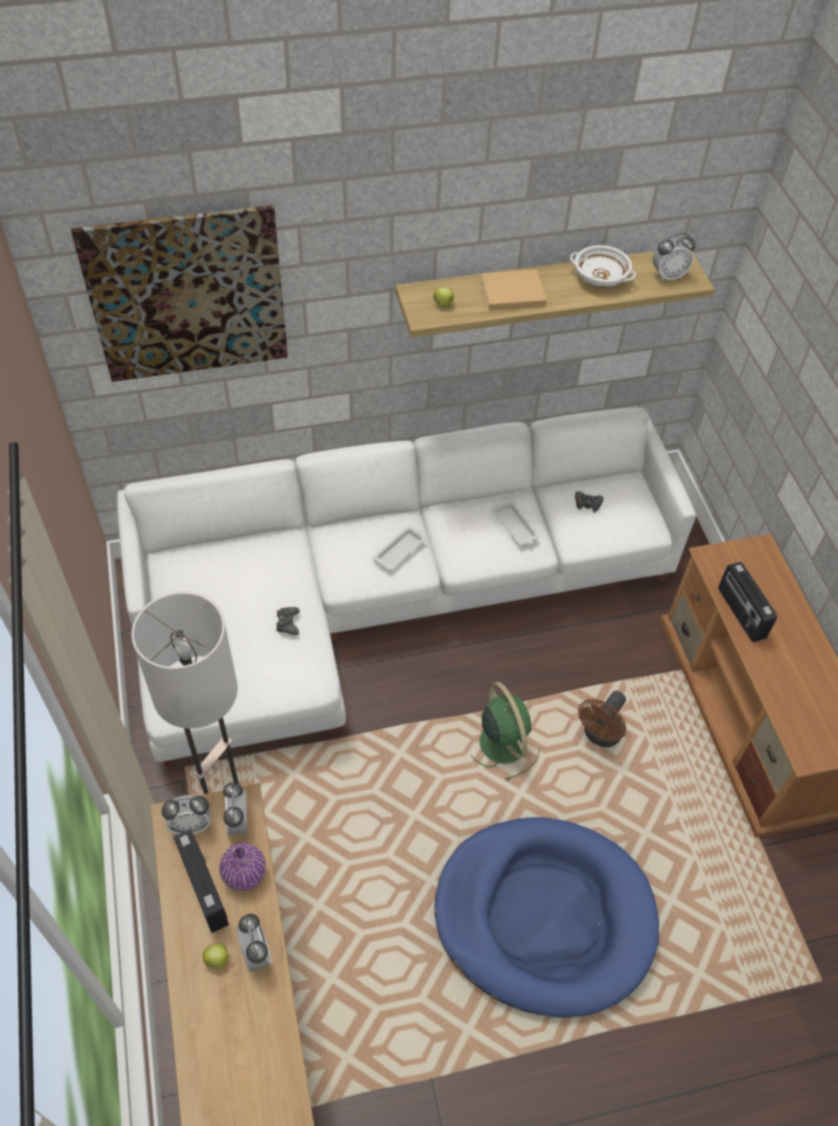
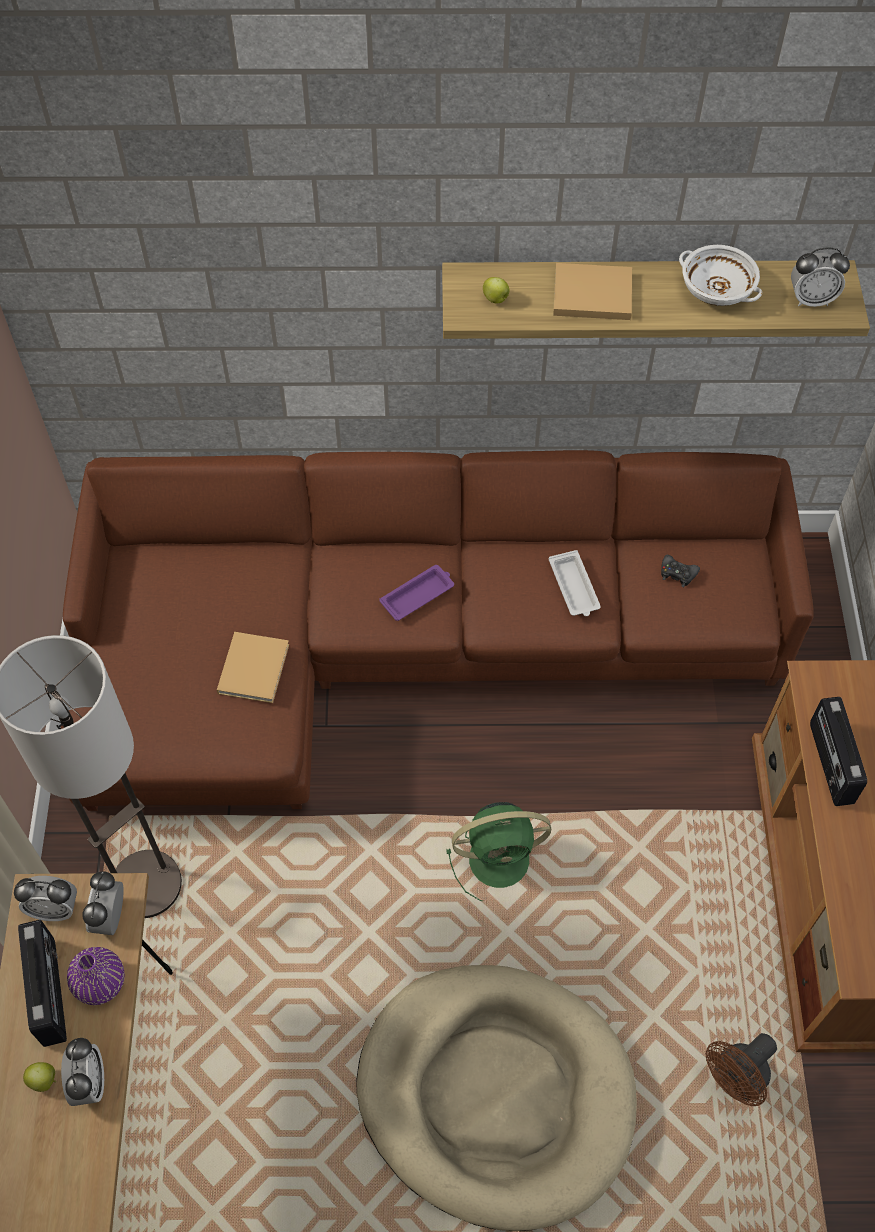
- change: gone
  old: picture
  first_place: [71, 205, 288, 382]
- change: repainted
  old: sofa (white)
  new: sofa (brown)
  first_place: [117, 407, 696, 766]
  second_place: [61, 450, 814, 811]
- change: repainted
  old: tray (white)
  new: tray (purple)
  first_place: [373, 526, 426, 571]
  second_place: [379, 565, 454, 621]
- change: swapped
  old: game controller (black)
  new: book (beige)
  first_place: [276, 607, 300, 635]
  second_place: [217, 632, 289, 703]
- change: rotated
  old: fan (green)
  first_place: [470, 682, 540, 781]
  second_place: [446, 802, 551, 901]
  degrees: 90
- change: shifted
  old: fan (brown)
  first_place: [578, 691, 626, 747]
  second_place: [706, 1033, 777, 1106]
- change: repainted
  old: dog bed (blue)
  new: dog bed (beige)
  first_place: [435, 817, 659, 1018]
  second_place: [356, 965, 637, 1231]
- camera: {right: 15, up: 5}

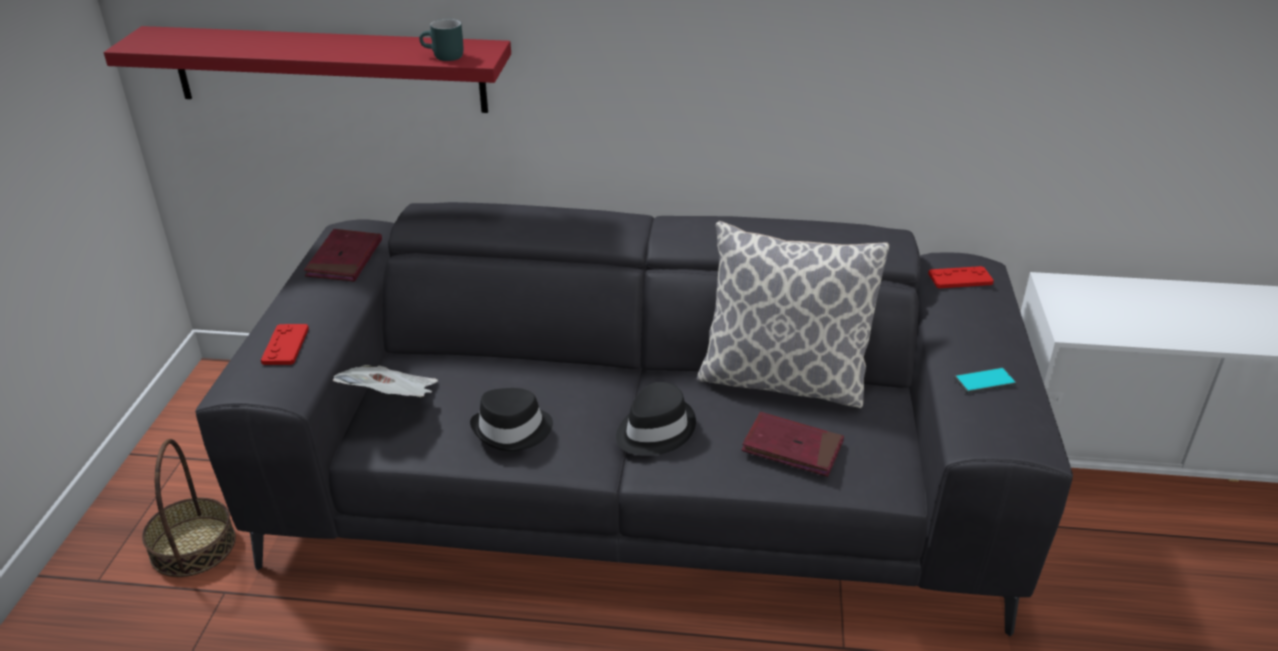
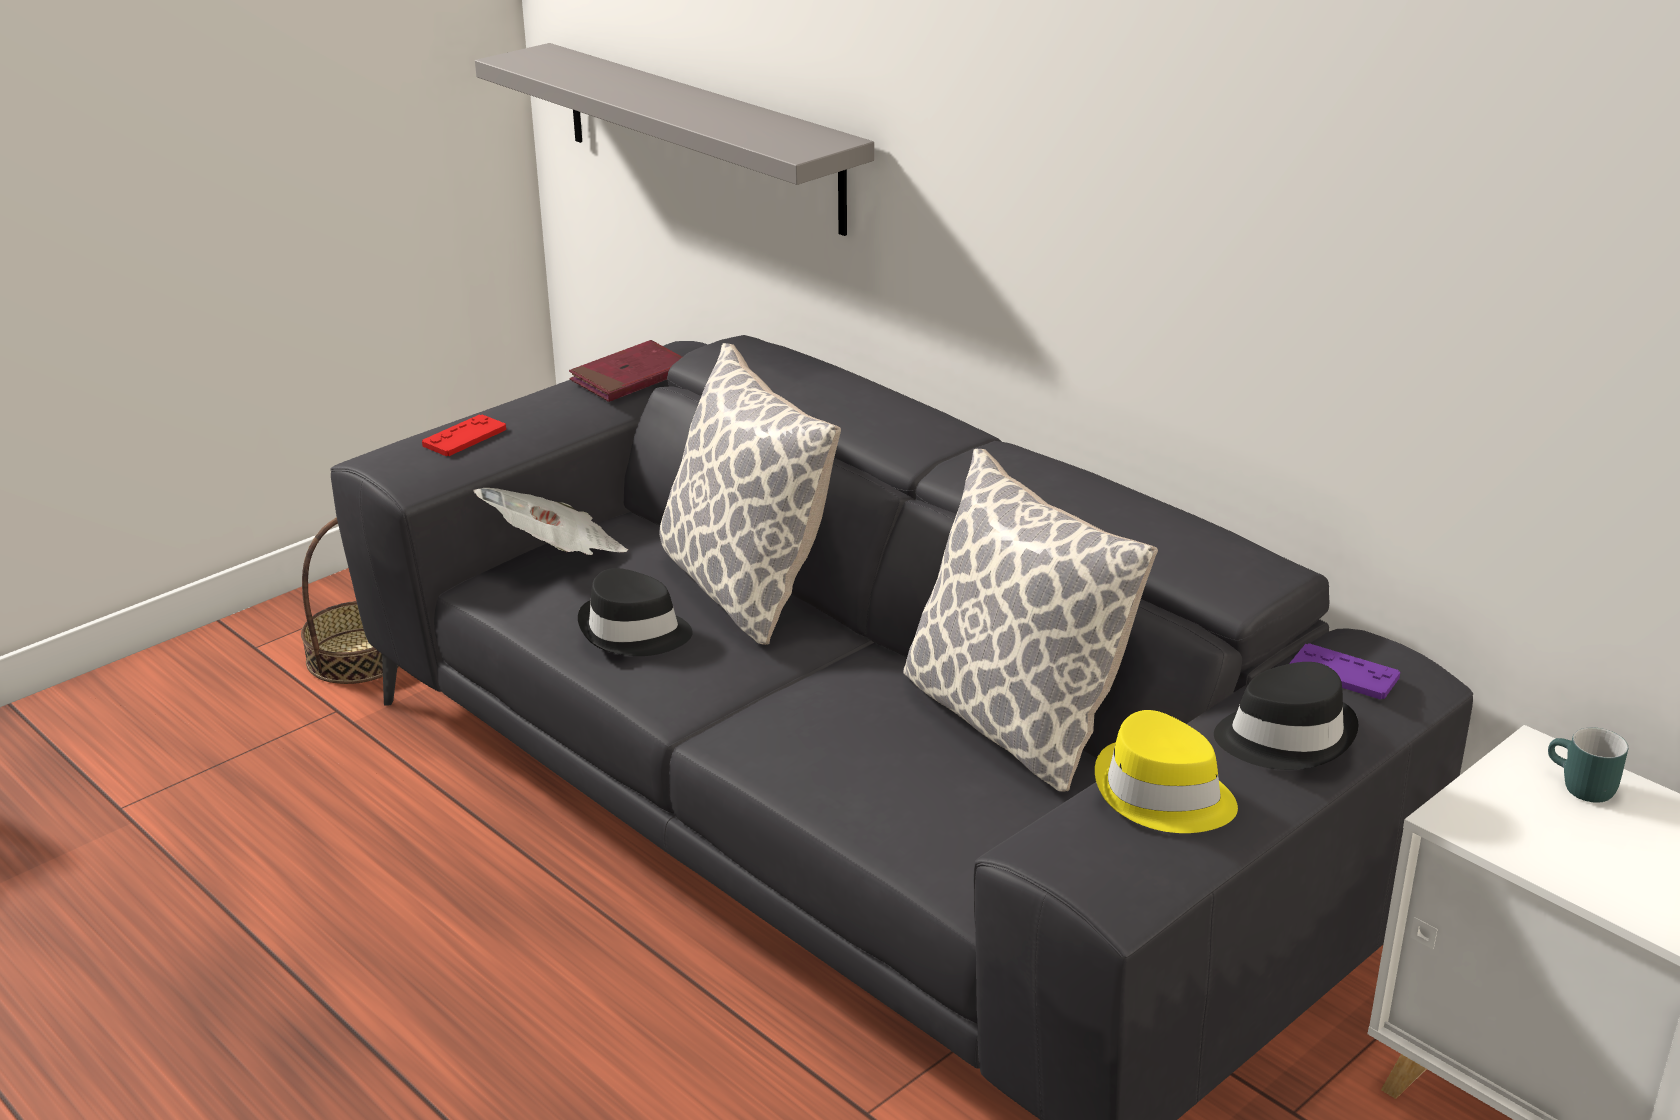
- change: shifted
  old: mug (turquoise)
  first_place: [419, 19, 463, 61]
  second_place: [1548, 727, 1628, 803]
- change: repainted
  old: shelf (red)
  new: shelf (grey)
  first_place: [104, 26, 511, 113]
  second_place: [475, 43, 874, 236]
- change: repainted
  old: game controller (red)
  new: game controller (purple)
  first_place: [928, 266, 994, 288]
  second_place: [1289, 643, 1400, 700]
- change: swapped
  old: phone
  new: hat (yellow)
  first_place: [954, 367, 1016, 393]
  second_place: [1095, 710, 1238, 833]
- change: shifted
  old: hat (black)
  first_place: [616, 382, 696, 456]
  second_place: [1214, 662, 1359, 770]
- change: gone
  old: book (red)
  first_place: [741, 412, 844, 477]
- change: new
  new: pillow
  second_place: [659, 343, 841, 645]
- camera: {right: 40, up: -5}

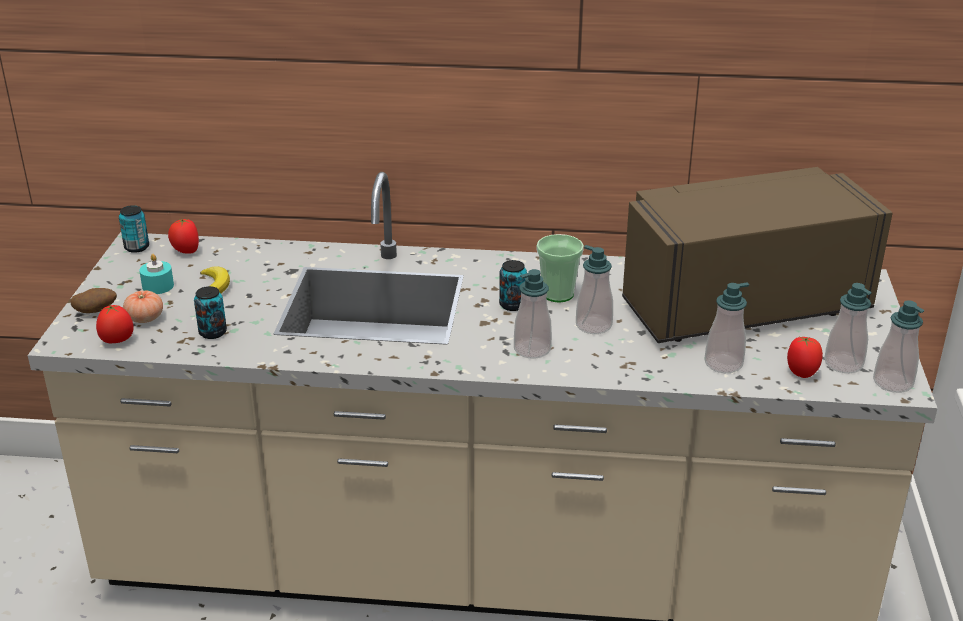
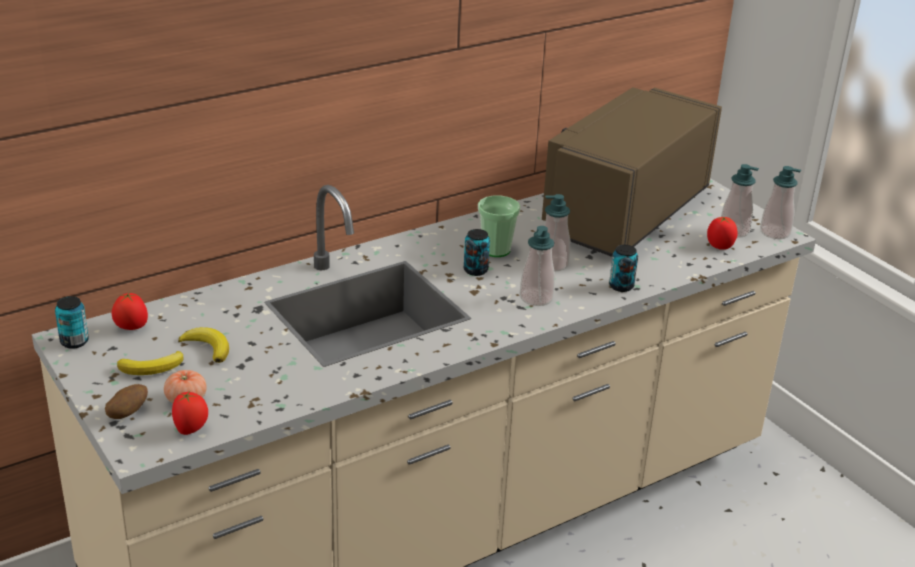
- change: swapped
  old: candle (turquoise)
  new: banana
  first_place: [139, 254, 174, 294]
  second_place: [117, 351, 183, 375]
- change: gone
  old: soap dispenser
  first_place: [704, 283, 749, 373]
- change: shifted
  old: can
  first_place: [194, 286, 227, 339]
  second_place: [609, 245, 638, 292]
- camera: {right: -40, up: 0}

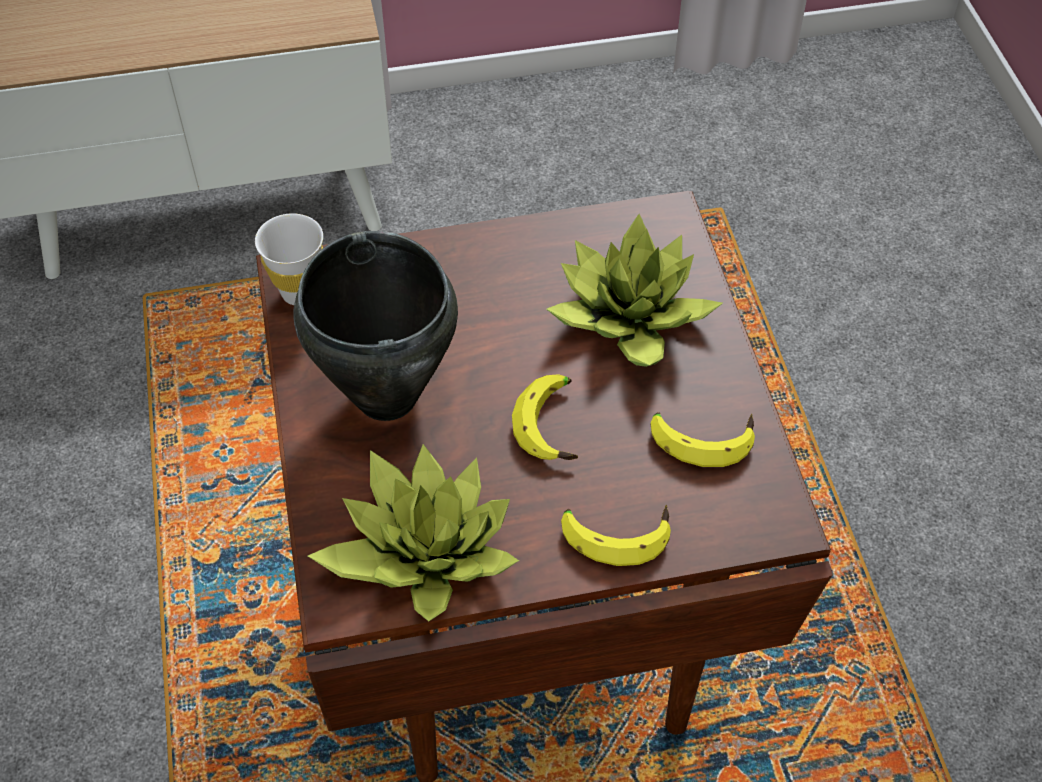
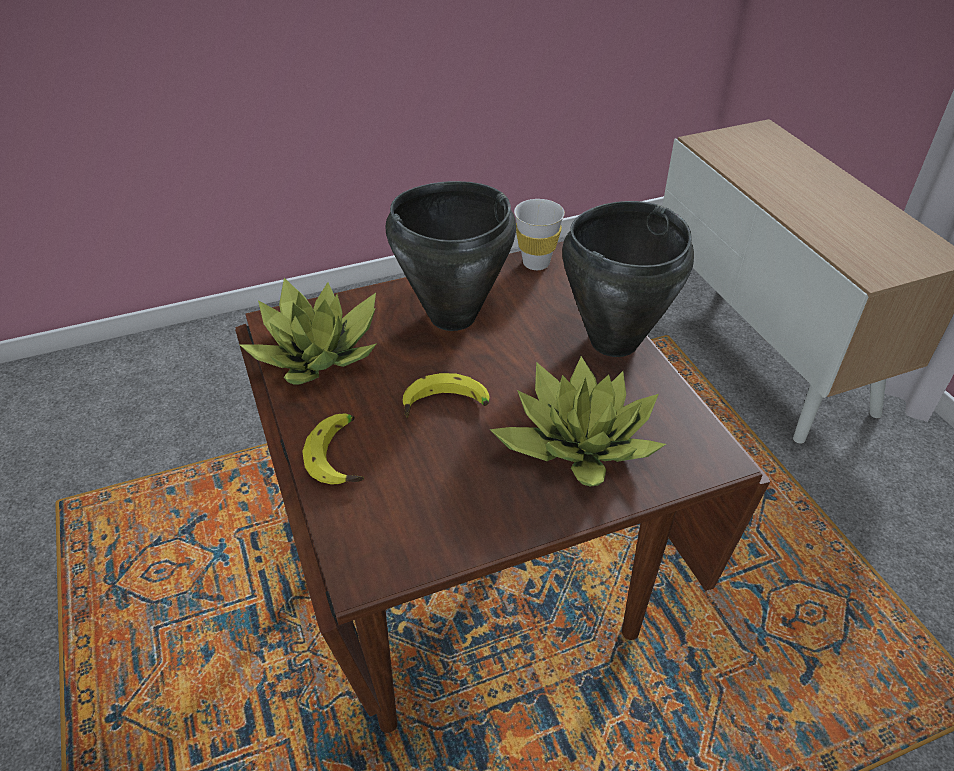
- change: gone
  old: banana
  first_place: [651, 412, 755, 467]
- change: new
  new: cooking pot (black)
  second_place: [562, 201, 694, 357]
- camera: {right: 80, up: -10}

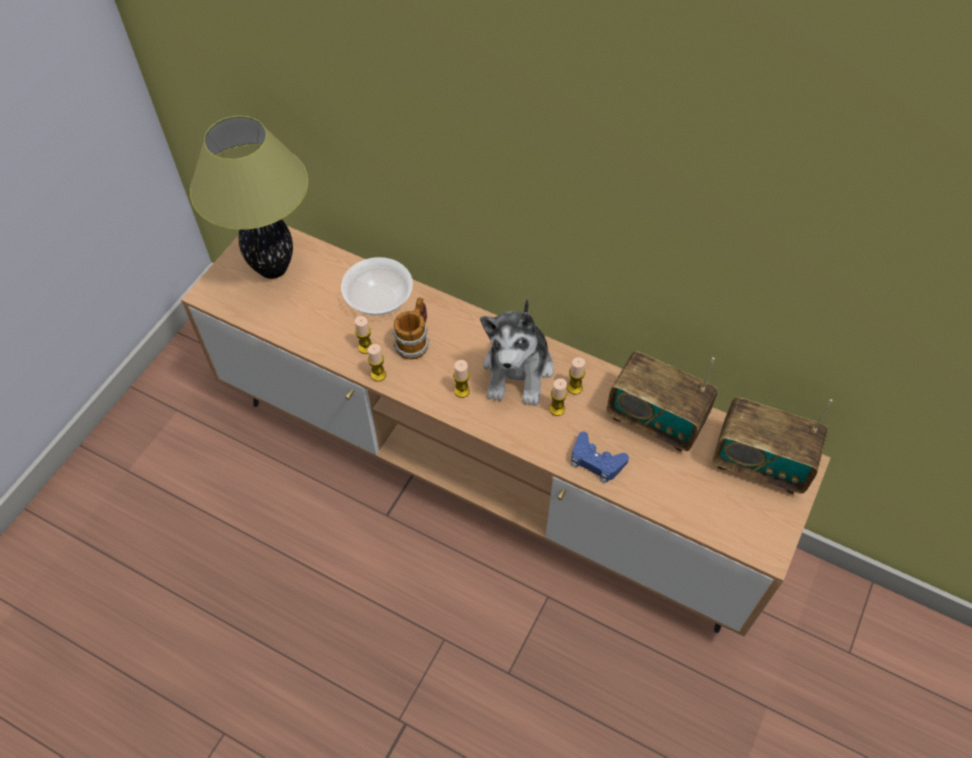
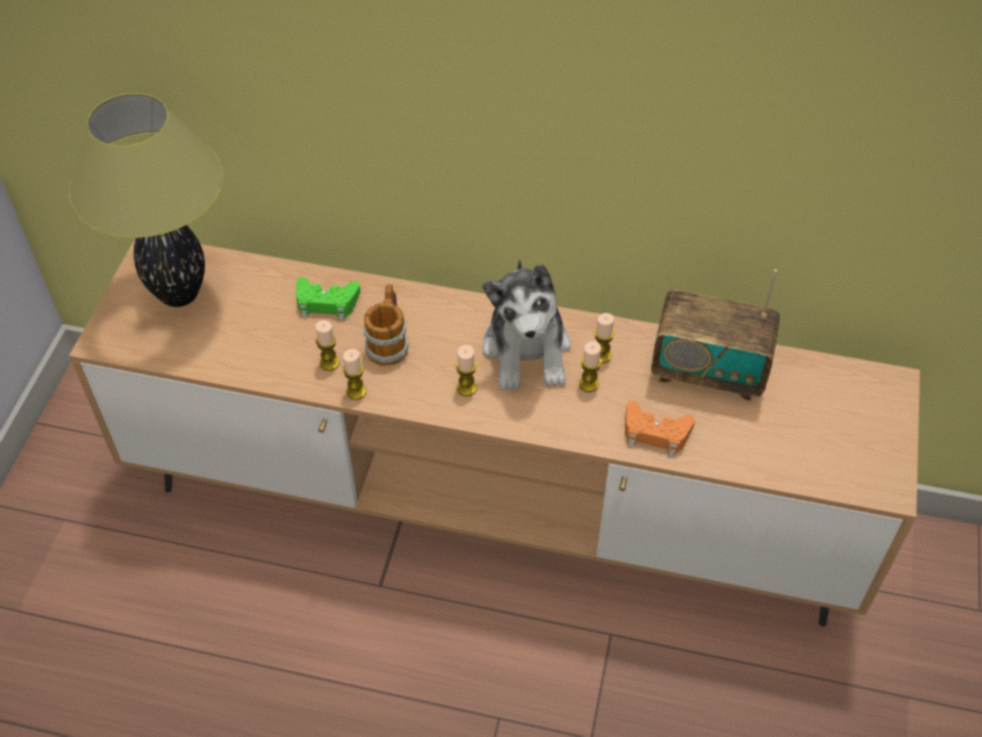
- change: swapped
  old: bowl
  new: game controller (green)
  first_place: [341, 257, 413, 316]
  second_place: [296, 277, 361, 320]
- change: gone
  old: radio
  first_place: [713, 397, 833, 494]
- change: repainted
  old: game controller (blue)
  new: game controller (orange)
  first_place: [571, 432, 629, 484]
  second_place: [625, 401, 695, 456]
- camera: {right: -15, up: -5}

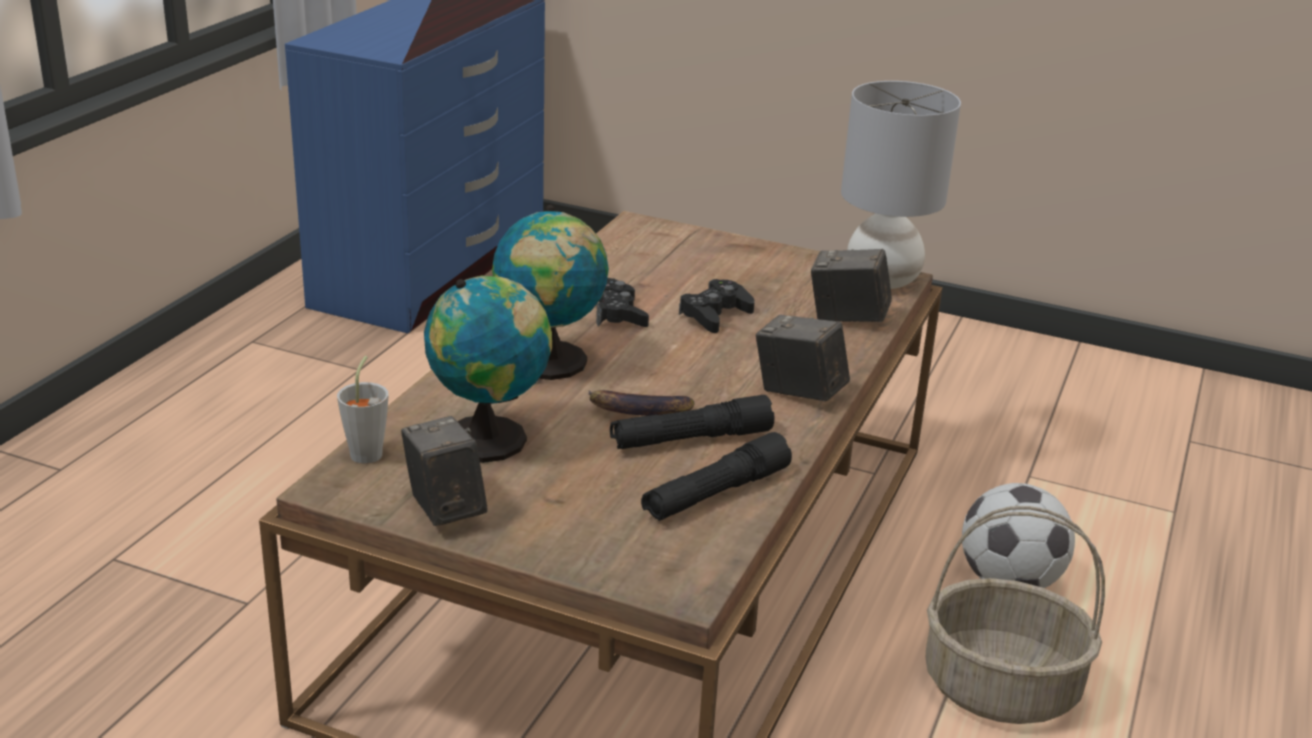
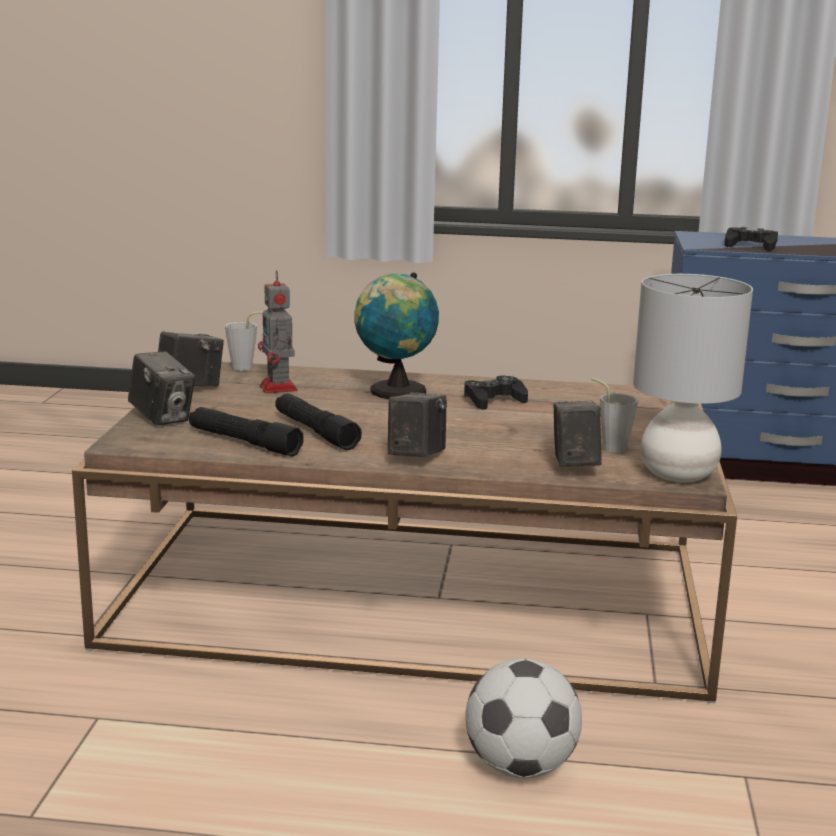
- change: swapped
  old: globe
  new: toy robot
  first_place: [424, 275, 552, 463]
  second_place: [258, 270, 298, 394]
- change: shifted
  old: game controller (black)
  first_place: [679, 279, 755, 333]
  second_place: [724, 227, 778, 251]
- change: gone
  old: banana
  first_place: [589, 390, 695, 416]
- change: gone
  old: basket
  first_place: [926, 506, 1105, 724]
- change: new
  new: photo camera
  second_place: [128, 351, 195, 425]
- change: new
  new: cup (grey)
  second_place: [591, 378, 638, 453]
- camera: {right: 75, up: -10}

